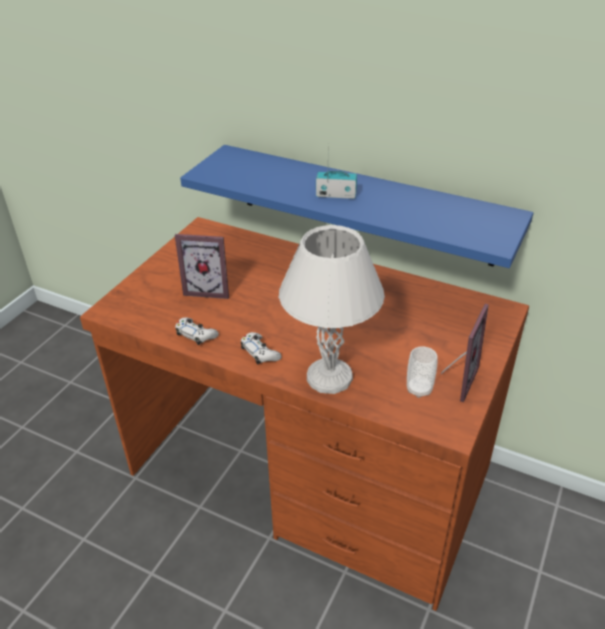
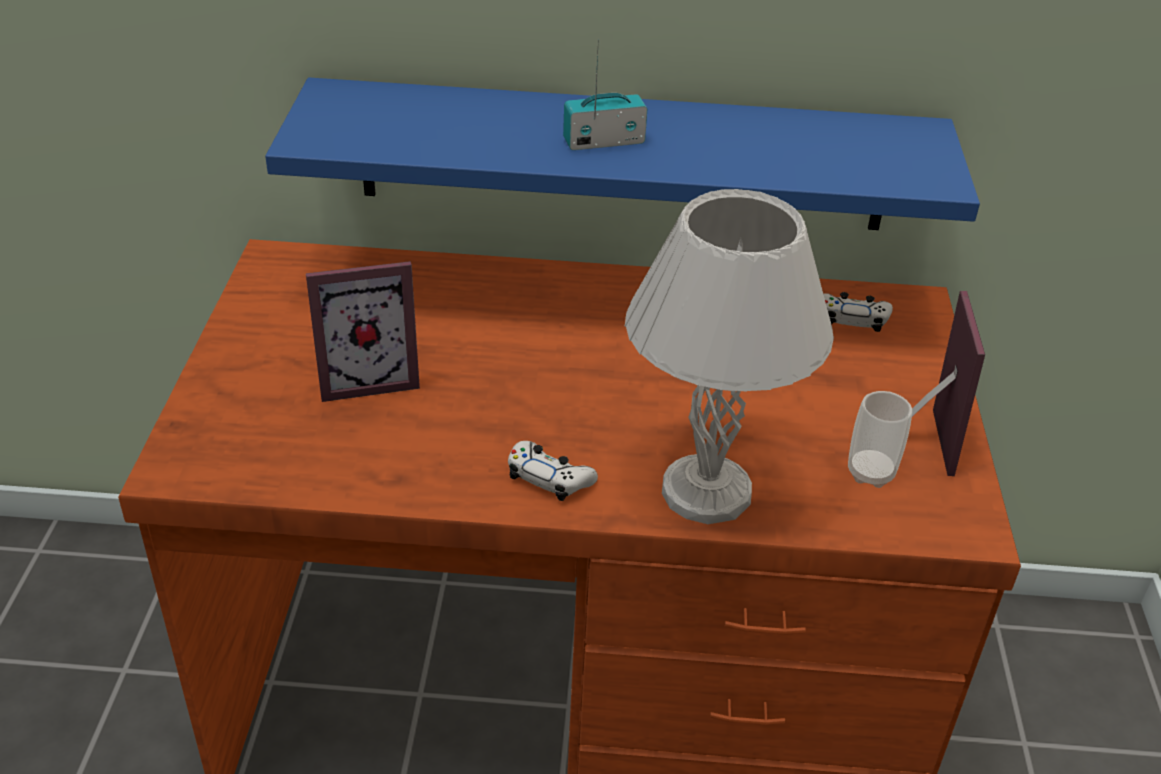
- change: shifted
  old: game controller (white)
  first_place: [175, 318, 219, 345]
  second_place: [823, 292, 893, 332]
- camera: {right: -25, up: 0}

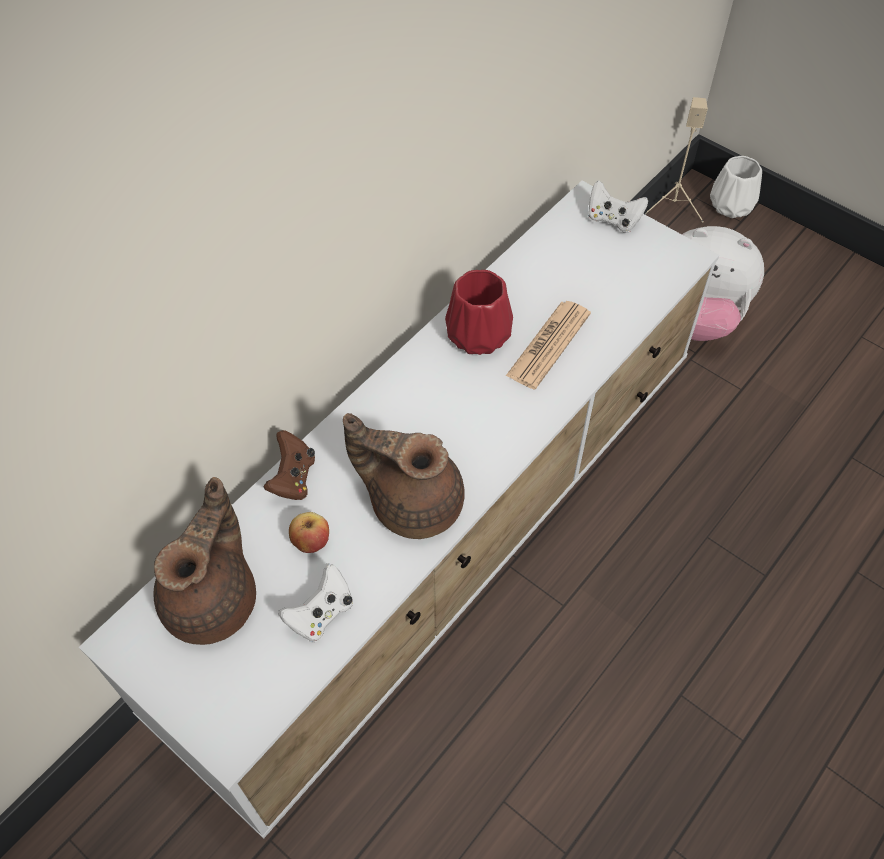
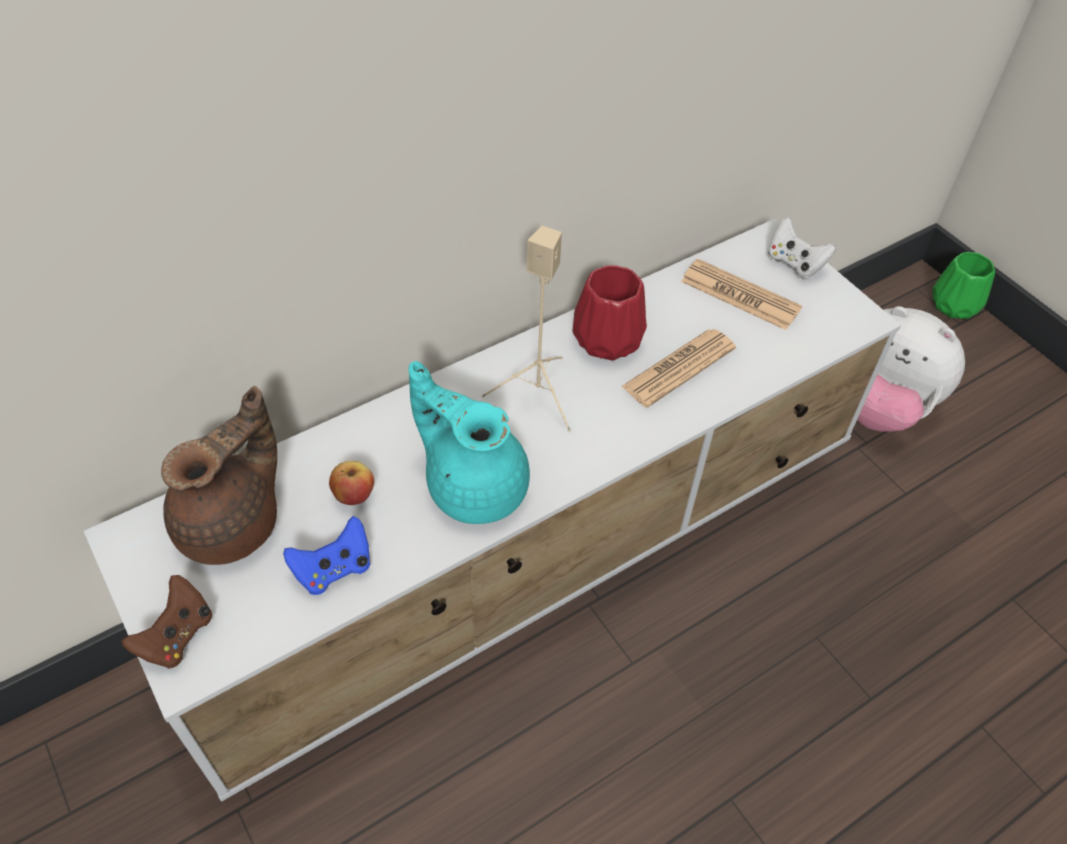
- change: shifted
  old: speaker (beige)
  first_place: [646, 97, 708, 222]
  second_place: [482, 225, 571, 432]
- change: repainted
  old: vase (white)
  new: vase (green)
  first_place: [710, 156, 762, 218]
  second_place: [932, 252, 995, 319]
- change: repainted
  old: teapot (brown)
  new: teapot (turquoise)
  first_place: [343, 413, 465, 539]
  second_place: [408, 361, 530, 524]
- change: shifted
  old: game controller (brown)
  first_place: [263, 430, 315, 500]
  second_place: [122, 575, 212, 669]
- change: repainted
  old: game controller (white)
  new: game controller (blue)
  first_place: [279, 563, 353, 642]
  second_place: [283, 516, 371, 595]
- change: new
  new: newspaper
  second_place: [681, 259, 802, 330]
- camera: {right: 15, up: -5}

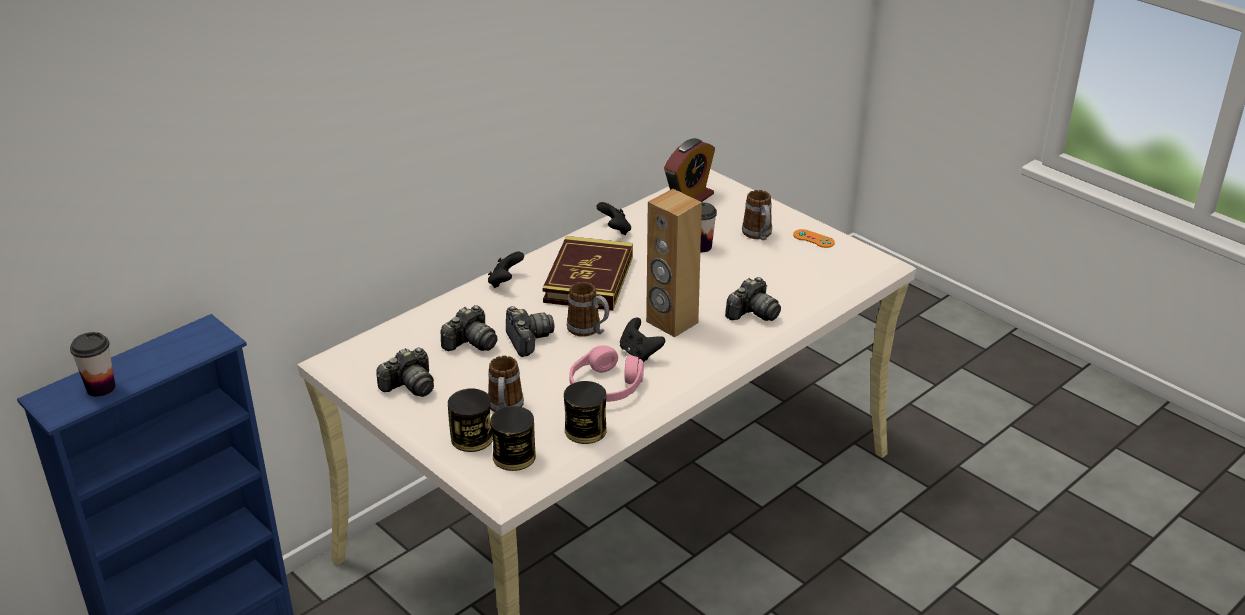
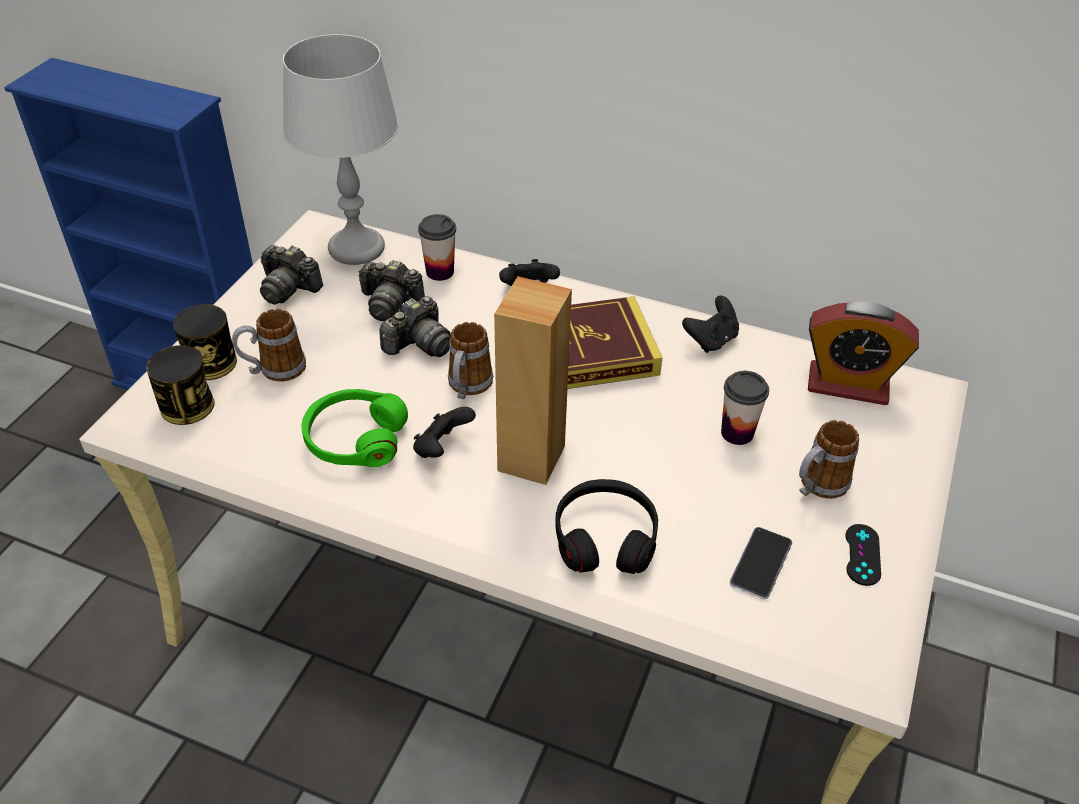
- change: repainted
  old: game controller (orange)
  new: game controller (black)
  first_place: [793, 229, 835, 248]
  second_place: [845, 524, 881, 586]
- change: swapped
  old: photo camera
  new: headphones (black)
  first_place: [725, 277, 781, 321]
  second_place: [555, 479, 658, 574]
- change: shifted
  old: cup
  first_place: [70, 332, 115, 397]
  second_place: [418, 214, 456, 281]
- change: repainted
  old: headphones (pink)
  new: headphones (green)
  first_place: [569, 345, 644, 402]
  second_place: [301, 389, 408, 467]
- change: gone
  old: can
  first_place: [564, 381, 607, 444]
- change: new
  new: table lamp (grey)
  second_place: [283, 34, 399, 265]
- change: new
  new: phone
  second_place: [730, 527, 792, 599]
- camera: {right: 65, up: 10}

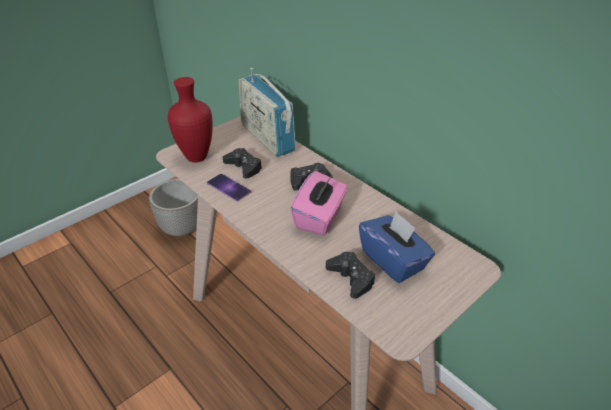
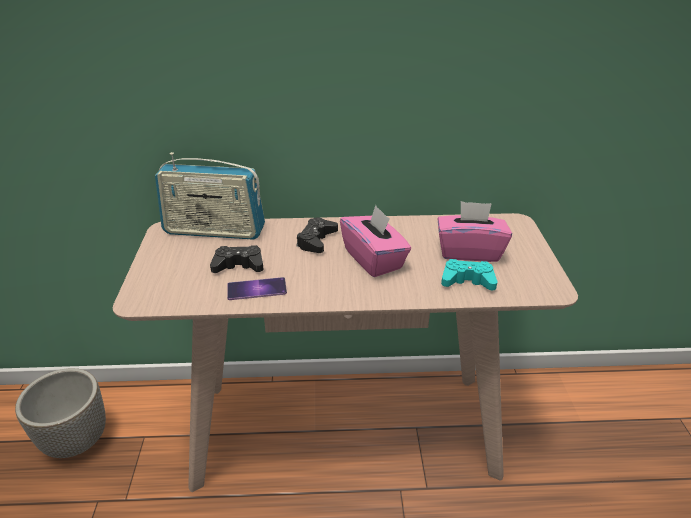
- change: gone
  old: vase (red)
  first_place: [168, 77, 213, 163]
- change: repainted
  old: tissue box (blue)
  new: tissue box (pink)
  first_place: [359, 211, 435, 283]
  second_place: [438, 201, 512, 262]
- change: repainted
  old: game controller (black)
  new: game controller (turquoise)
  first_place: [326, 252, 375, 299]
  second_place: [441, 259, 497, 290]
- camera: {right: -50, up: -5}

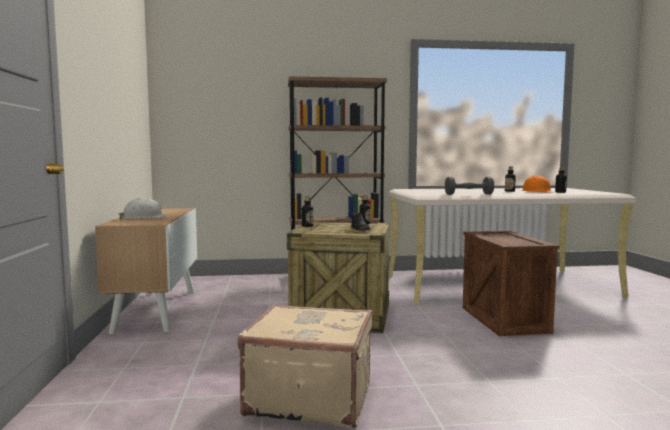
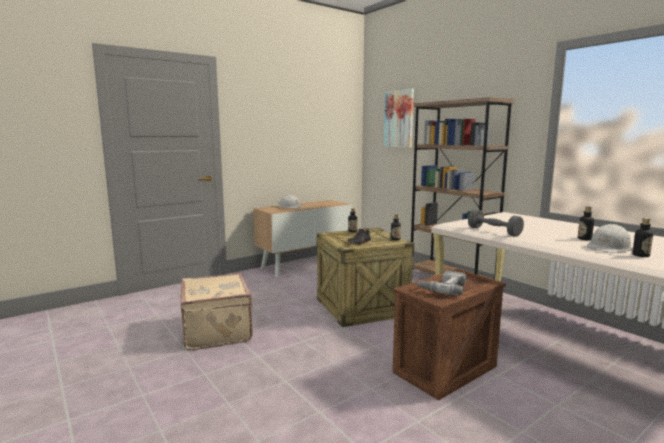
- change: repainted
  old: hard hat (orange)
  new: hard hat (white)
  first_place: [522, 175, 552, 192]
  second_place: [587, 224, 632, 253]
- change: new
  new: picture
  second_place: [384, 88, 414, 148]
- change: new
  new: power drill
  second_place: [416, 271, 466, 295]
- camera: {right: 60, up: 5}

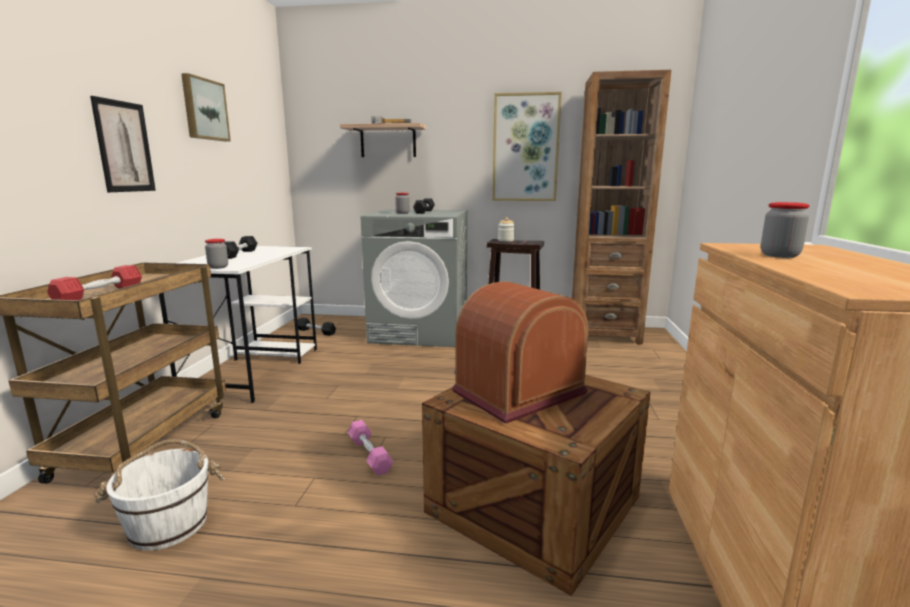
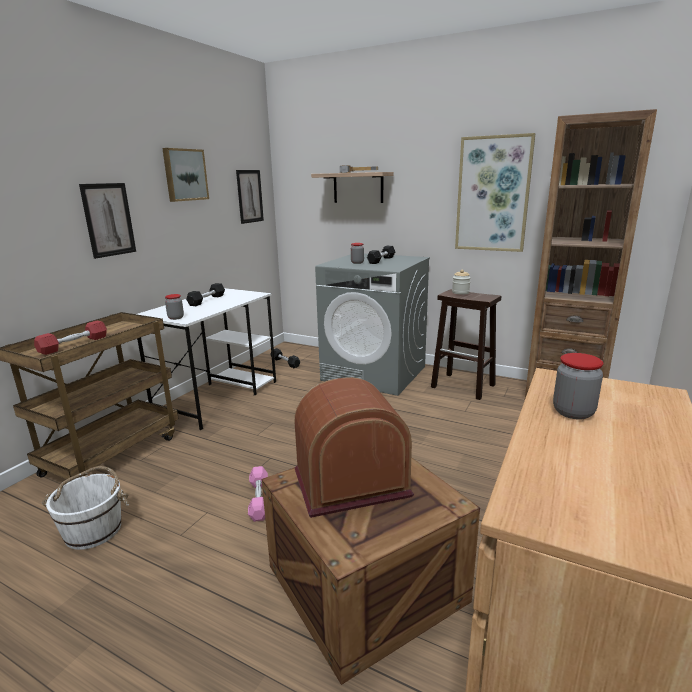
- change: new
  new: picture
  second_place: [236, 170, 264, 224]
- camera: {right: 20, up: 5}

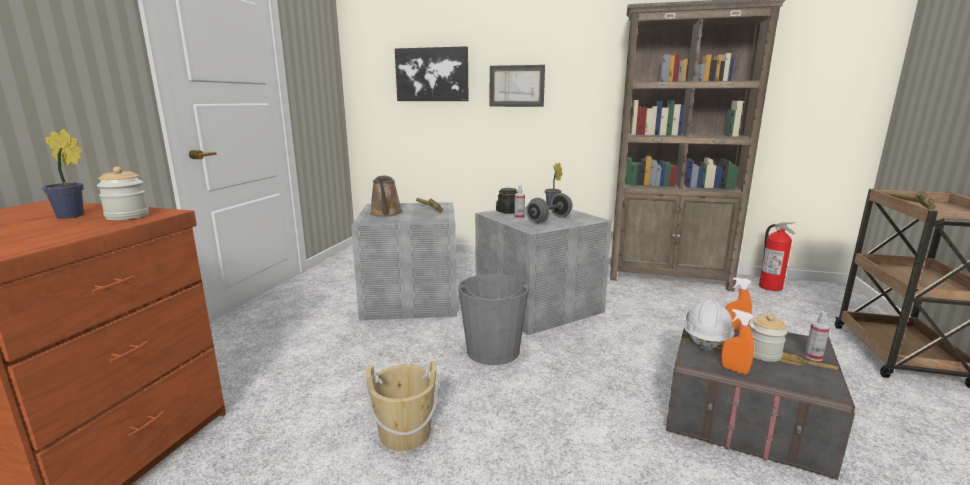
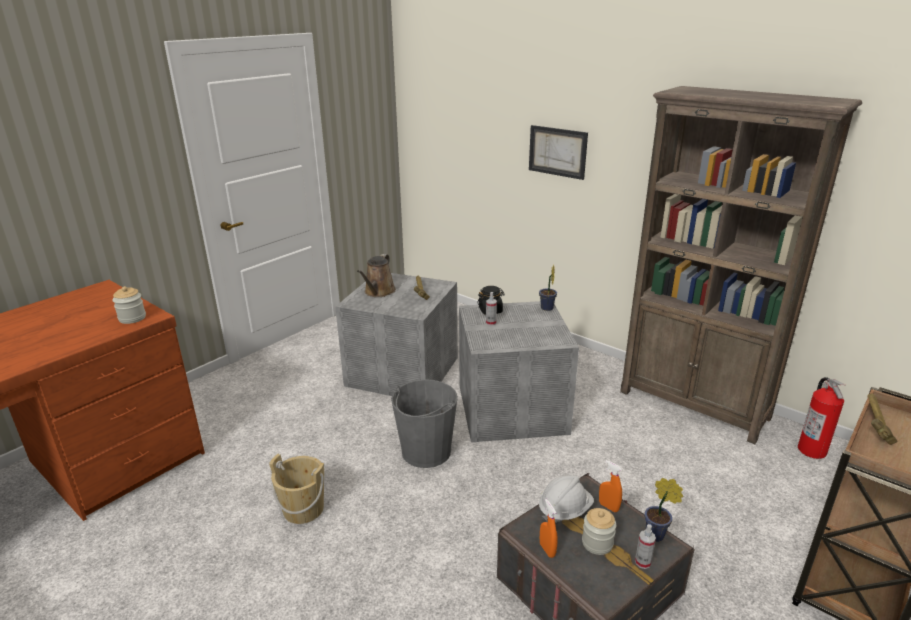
- change: gone
  old: picture
  first_place: [395, 46, 468, 101]
- change: shifted
  old: potted plant
  first_place: [42, 129, 84, 219]
  second_place: [645, 478, 683, 542]
- change: gone
  old: dumbbell (grey)
  first_place: [526, 193, 572, 224]
- camera: {right: 25, up: 10}

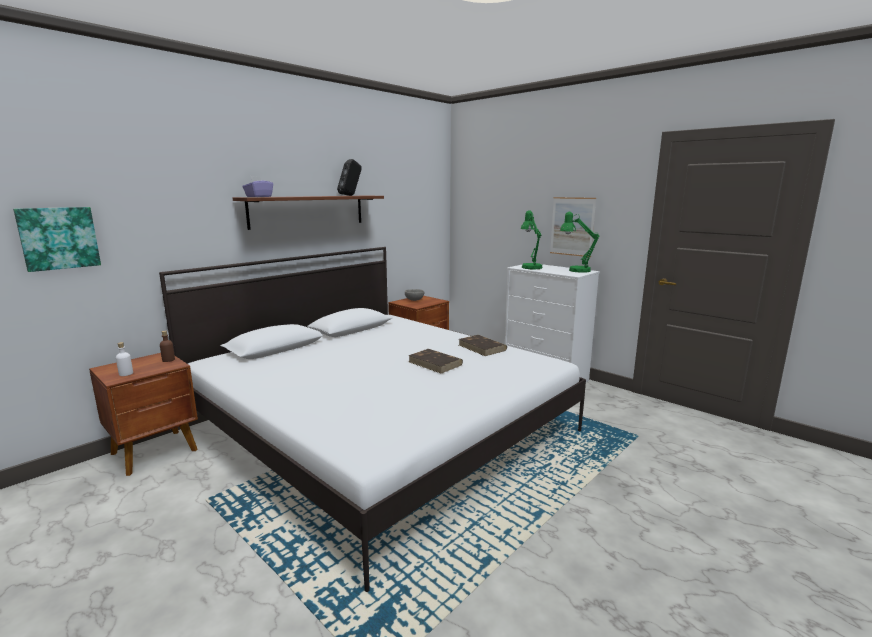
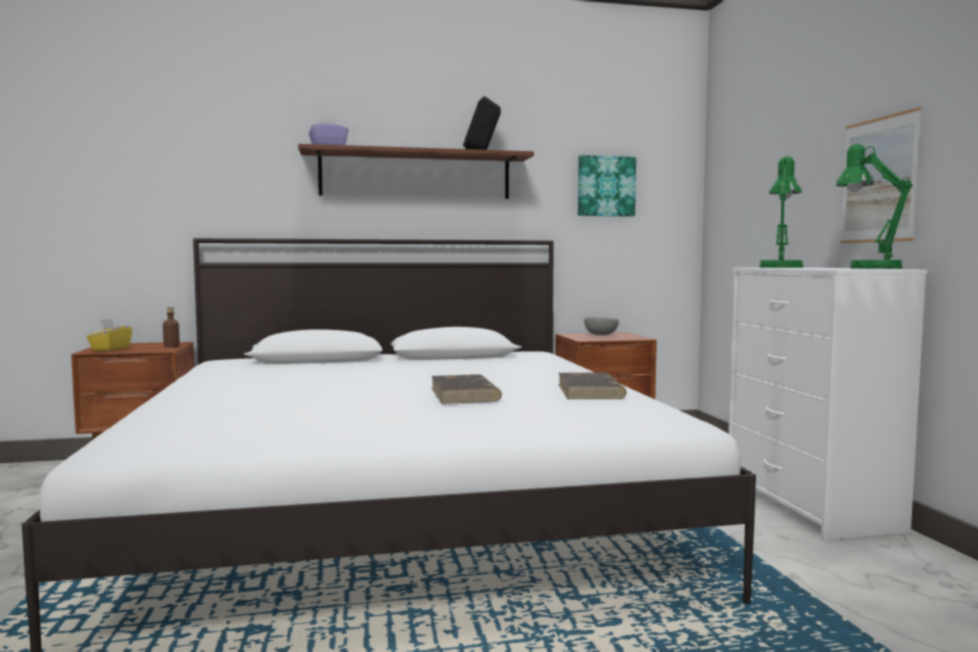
- change: shifted
  old: picture
  first_place: [13, 207, 101, 272]
  second_place: [578, 155, 636, 217]
- change: swapped
  old: bottle (white)
  new: tissue box (yellow)
  first_place: [116, 342, 133, 376]
  second_place: [87, 319, 132, 351]
- camera: {right: 35, up: -10}

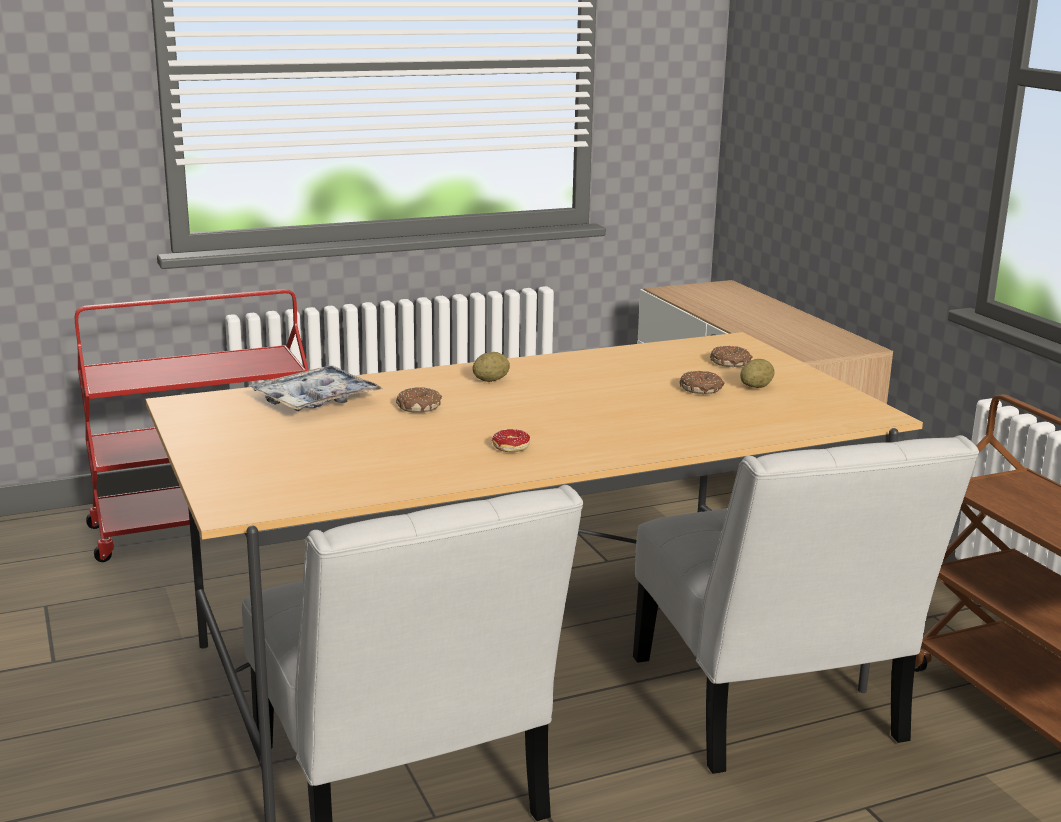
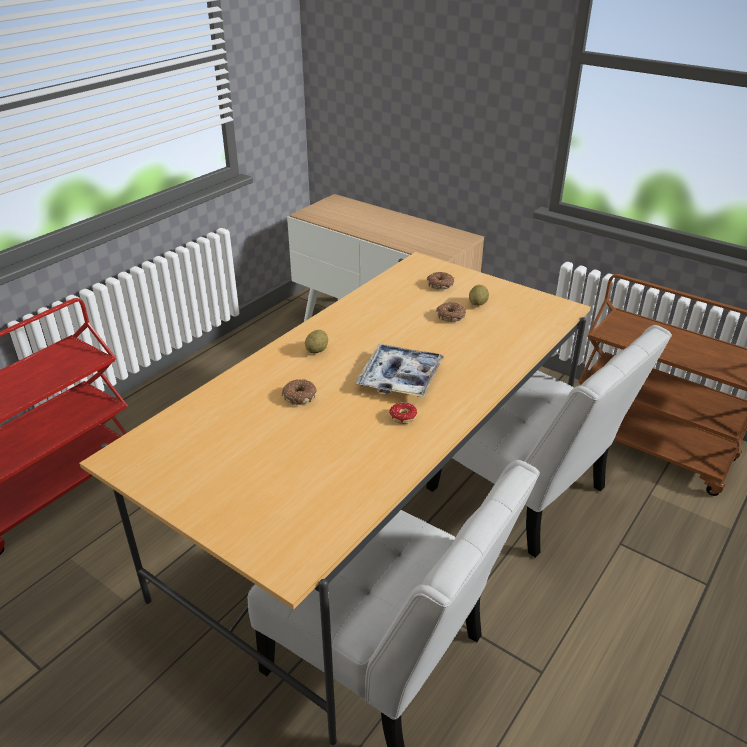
- change: shifted
  old: tray
  first_place: [249, 365, 382, 411]
  second_place: [355, 344, 444, 397]
- camera: {right: -30, up: 15}

